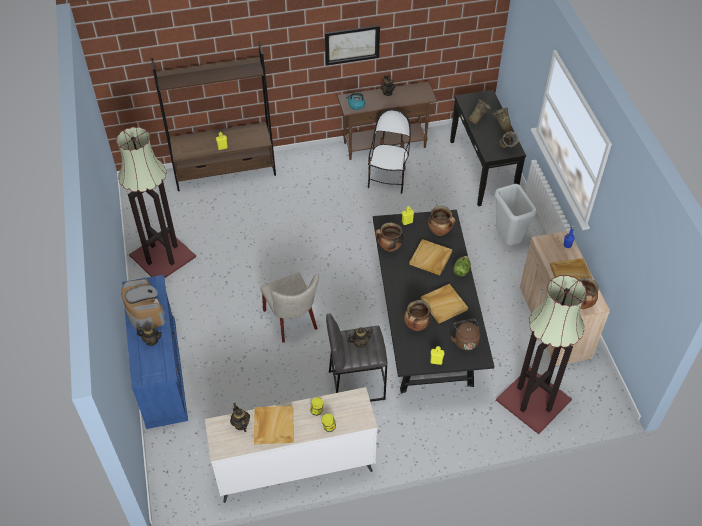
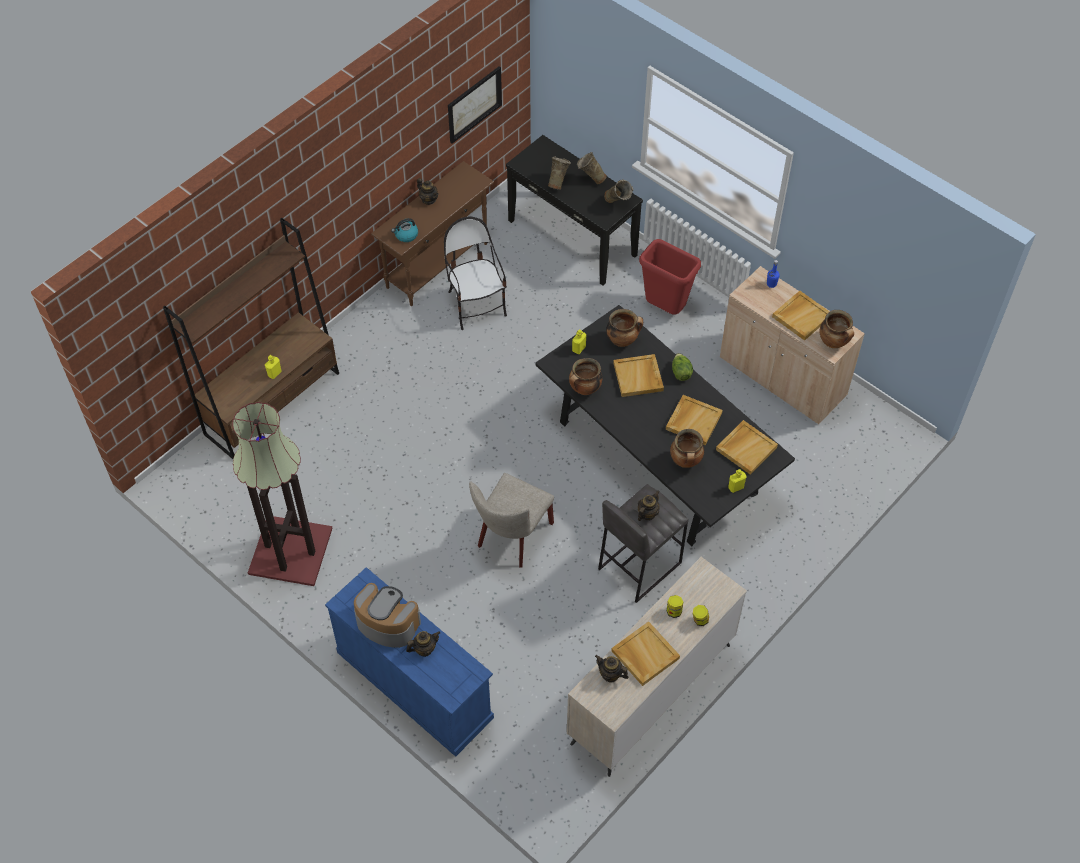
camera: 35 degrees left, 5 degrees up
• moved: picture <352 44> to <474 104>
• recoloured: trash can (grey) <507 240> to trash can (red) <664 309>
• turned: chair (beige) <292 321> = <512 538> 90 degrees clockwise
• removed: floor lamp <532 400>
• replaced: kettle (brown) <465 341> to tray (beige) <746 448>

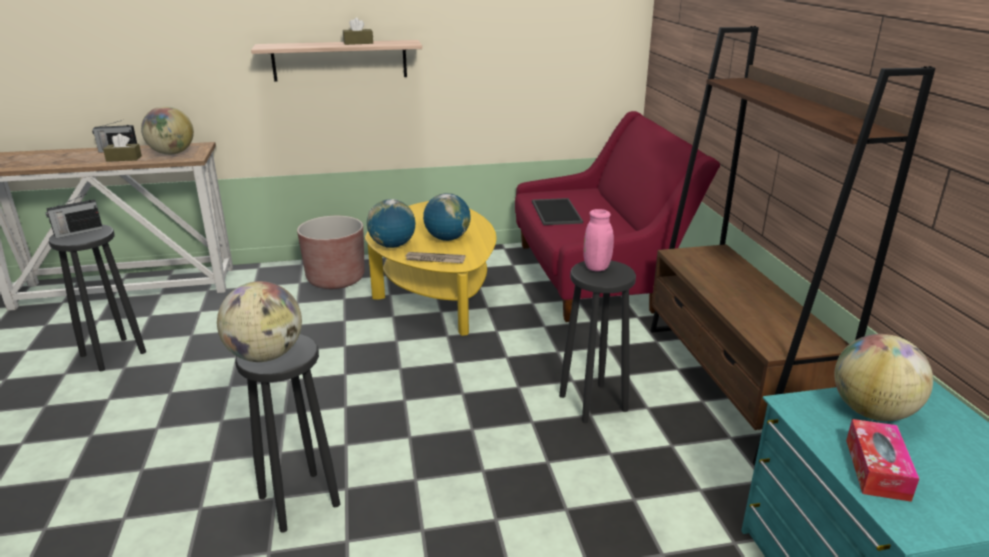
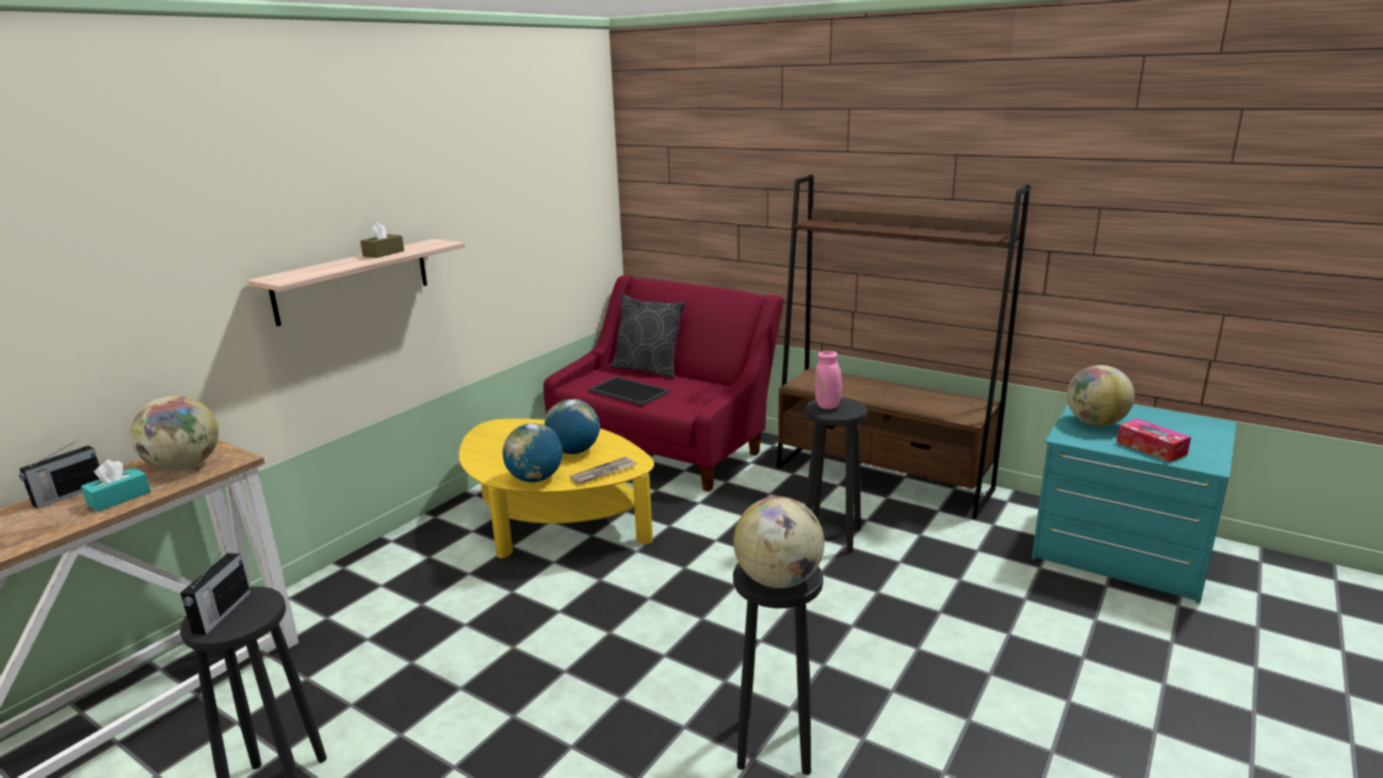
camera: 45 degrees left, 5 degrees down
• recoloured: tissue box (brown) <124 158> to tissue box (turquoise) <119 498>
• removed: planter (brown) <336 279>
• added: pillow (grey) <648 369>

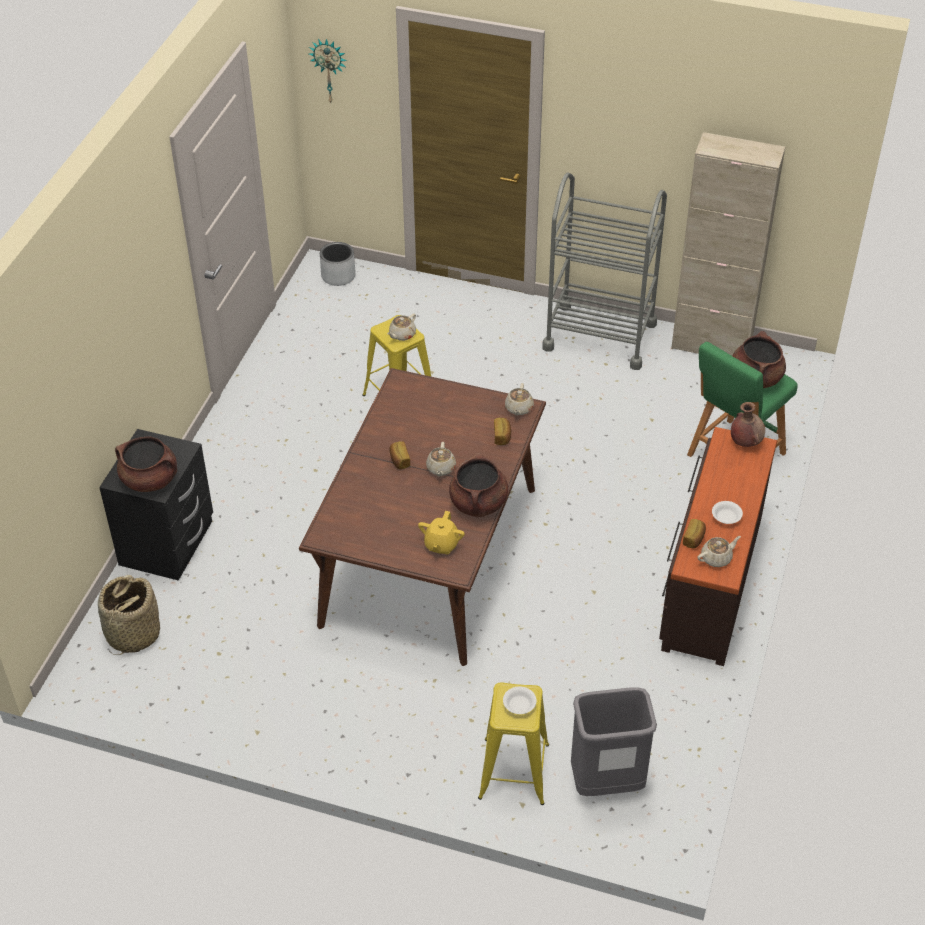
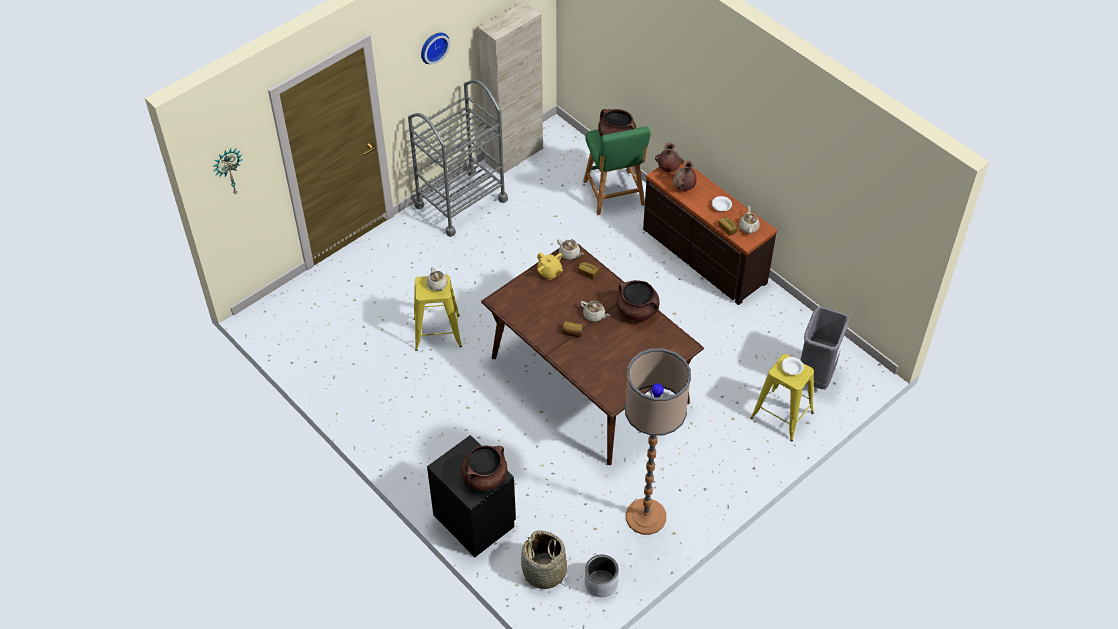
camera: 60 degrees left, 5 degrees up
• moved: planter (grey) <338 276> to <601 583>
• moved: teapot (yellow) <441 545> to <549 272>
• added: wall clock <433 46>
• added: vase (brown) <683 187>
• added: floor lamp <646 517>

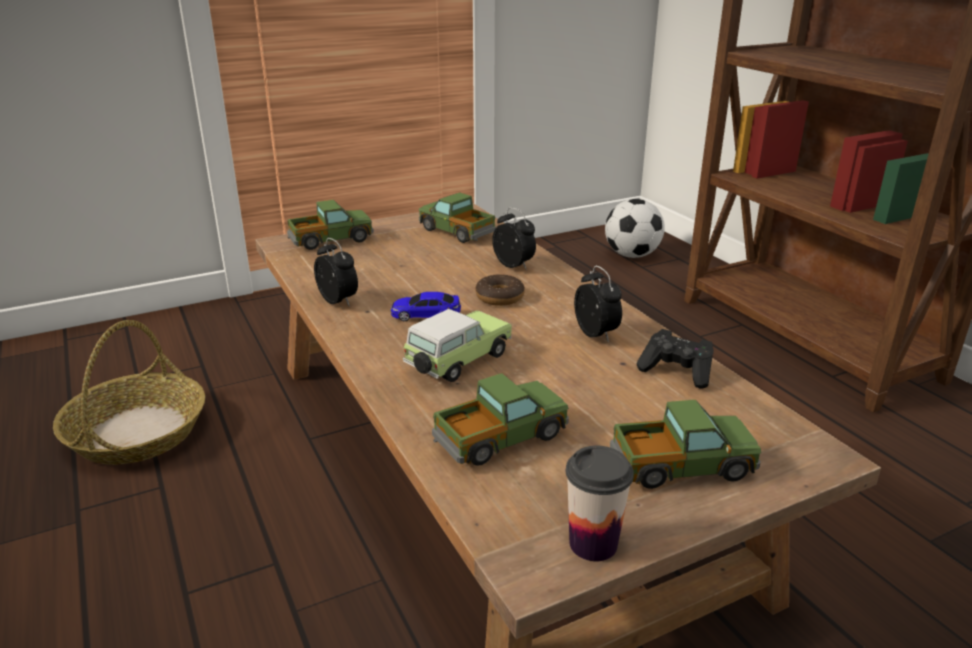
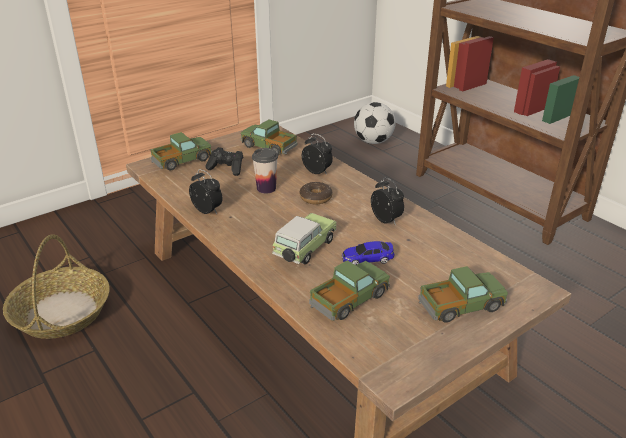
camera: 10 degrees left, 5 degrees up
• moved: toy car <426 315> to <367 259>
• moved: game controller (black) <677 372> to <227 169>
• moved: cup <593 544> to <266 188>

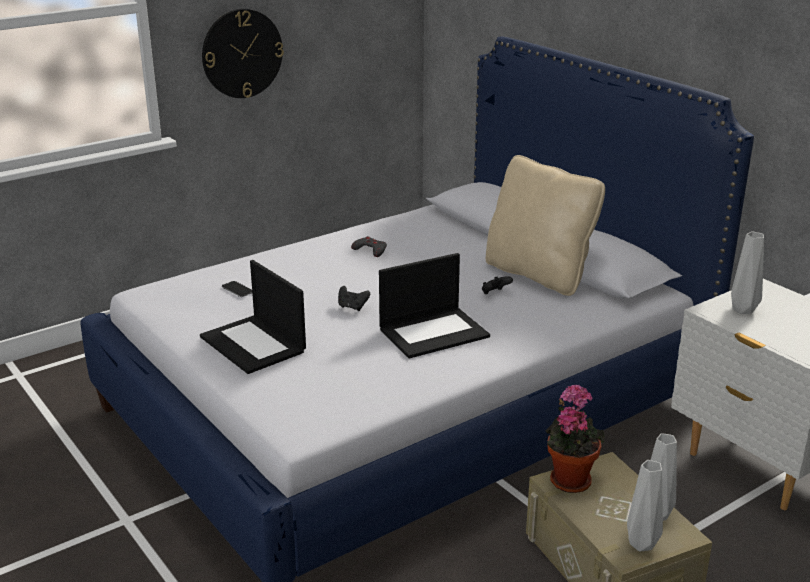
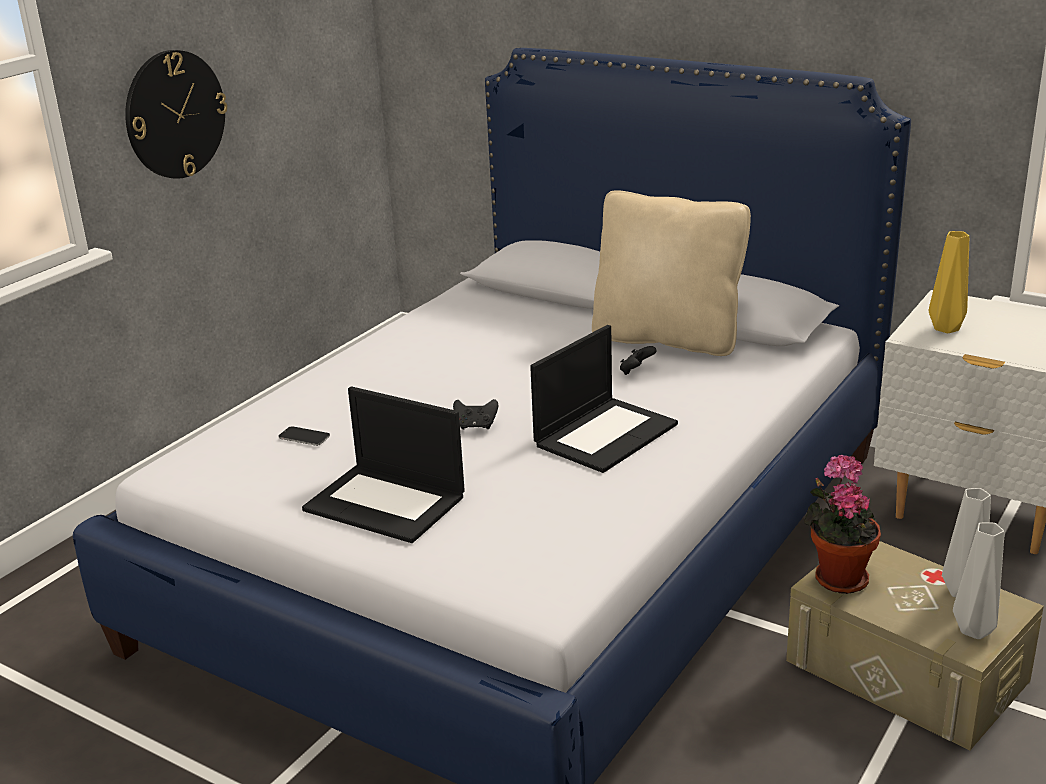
camera: 20 degrees left, 0 degrees up
• recoloured: vase (grey) <743 309> to vase (yellow) <946 328>
• removed: game controller (grey) <370 250>

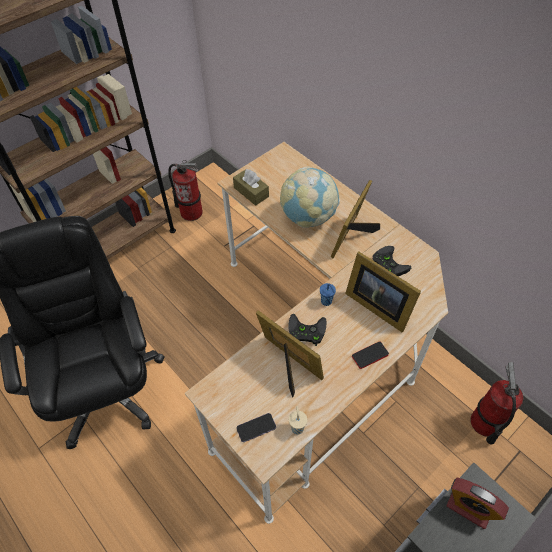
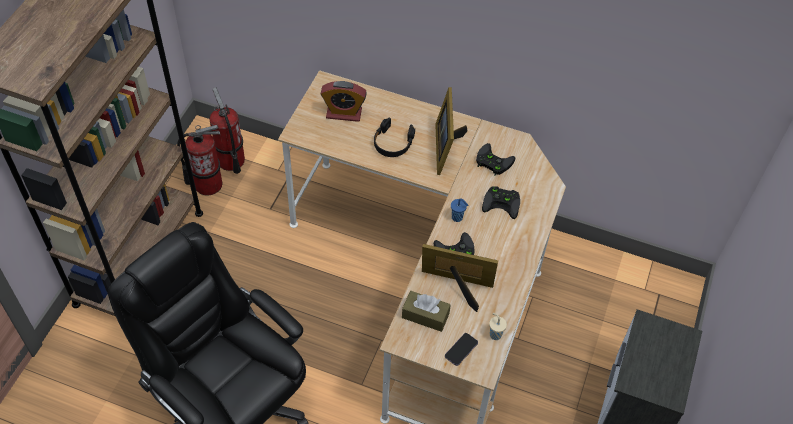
camera: 30 degrees left, 0 degrees up
• replaced: globe <308 217> to headphones (black) <392 143>
• moved: tissue box (brown) <251 192> to <425 315>
• replaced: picture frame <377 304> to game controller (black) <503 203>
• removed: phone <370 355>
• moved: fire extinguisher <484 423> to <230 161>
• moved: alarm clock <469 508> to <344 113>

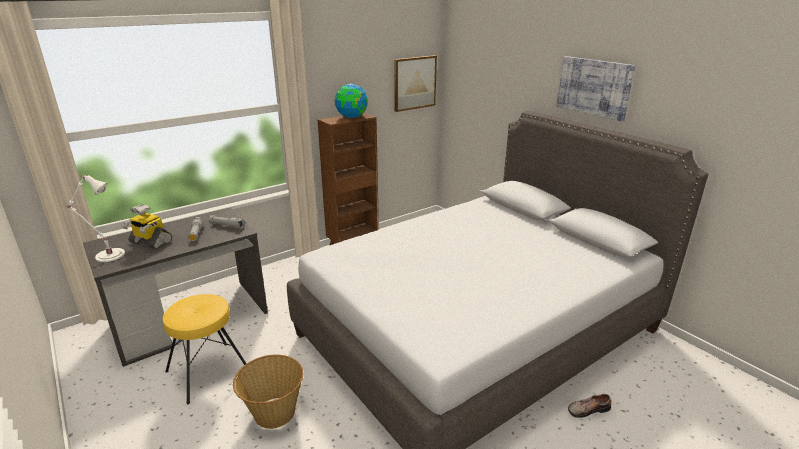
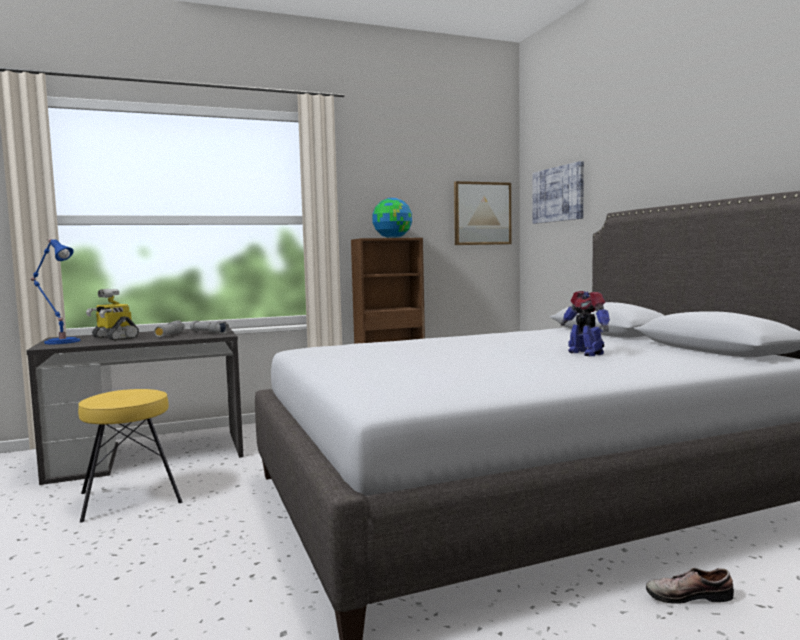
camera: 15 degrees right, 20 degrees down
• moved: picture <593 87> to <558 194>
• recoloured: table lamp (white) <108 255> to table lamp (blue) <60 342>
• removed: basket <273 413>
• added: toy robot <586 353>

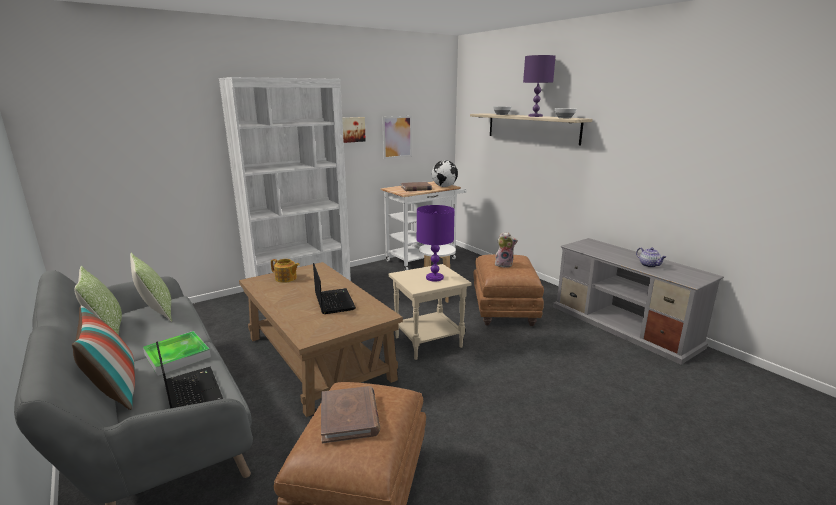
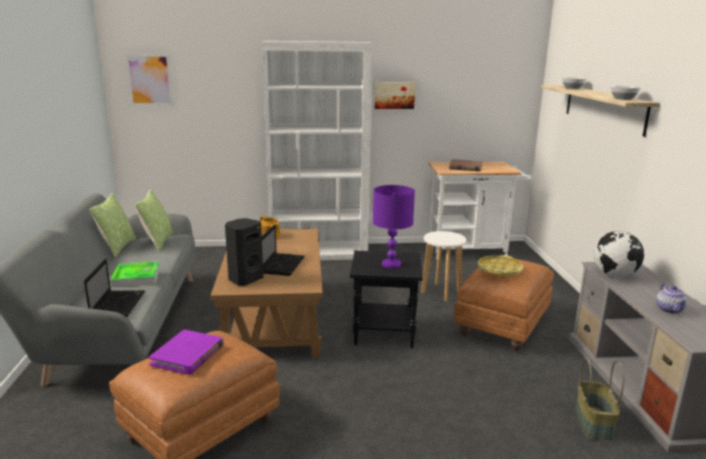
camera: 30 degrees right, 0 degrees up
• removed: table lamp (purple) <535 116>
• moved: picture <397 137> to <150 80>
• moved: globe <444 186> to <614 275>
• replaced: plush toy <504 264> to tray (yellow) <499 270>
• recoloured: side table (beige) <428 341> to side table (black) <385 333>
• removed: pillow <115 391>
• recoloured: book (brown) <349 416> to book (purple) <188 355>
• added: speaker (black) <245 279>
• added: basket <594 423>

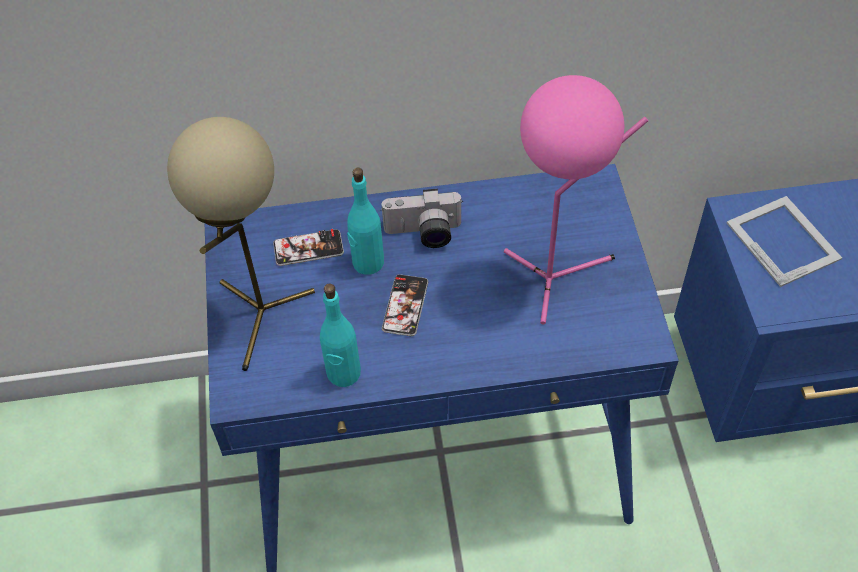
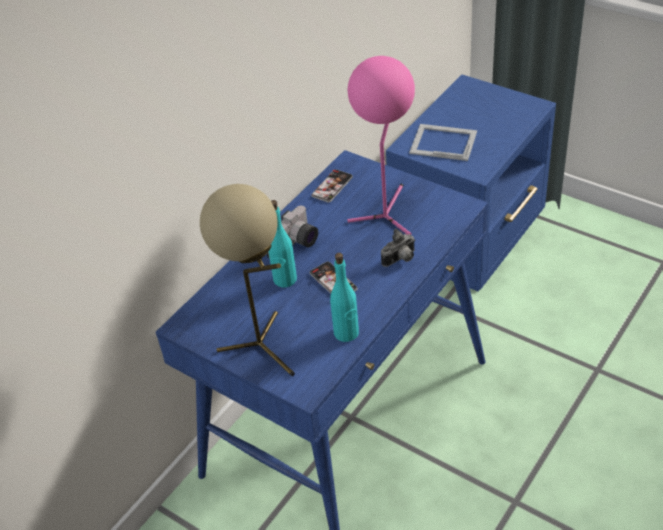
camera: 45 degrees left, 10 degrees down
• moved: phone <308 248> to <332 186>
• added: photo camera <400 260>

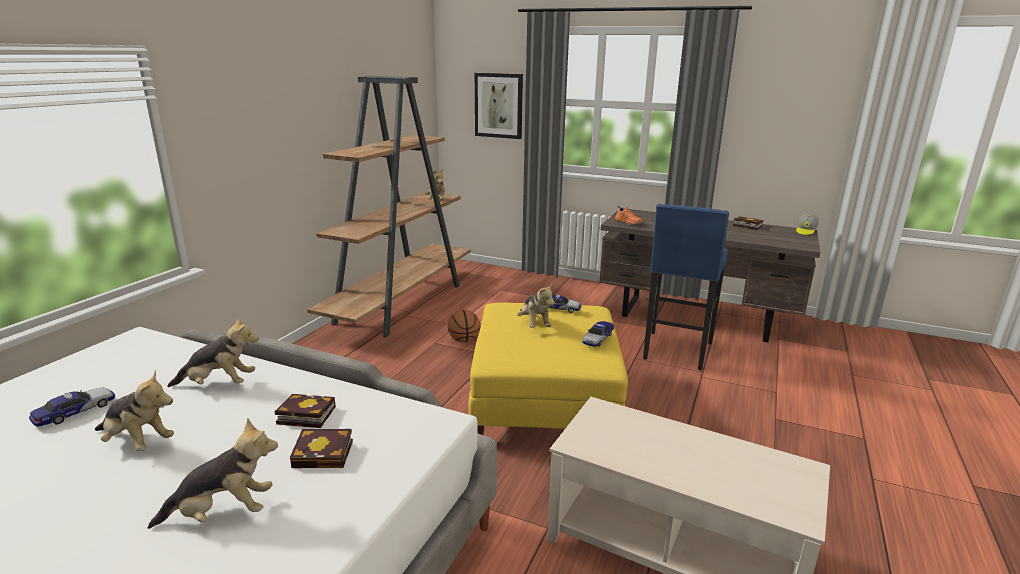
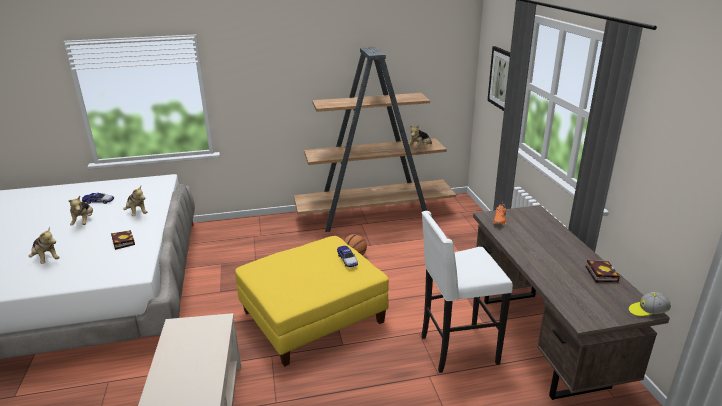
camera: 55 degrees right, 5 degrees up
• recoloured: stool (blue) <676 351> to stool (white) <456 349>
• removed: plush toy <534 324>
• removed: toy car <598 338>
• removed: book <326 453>

